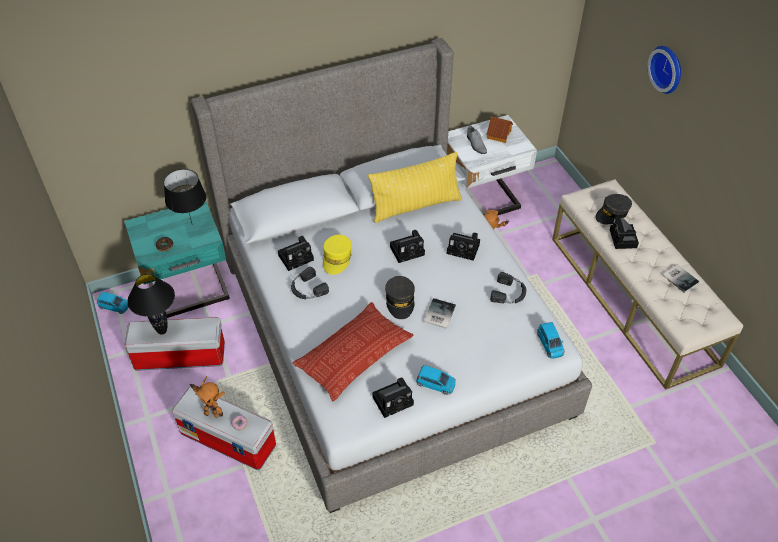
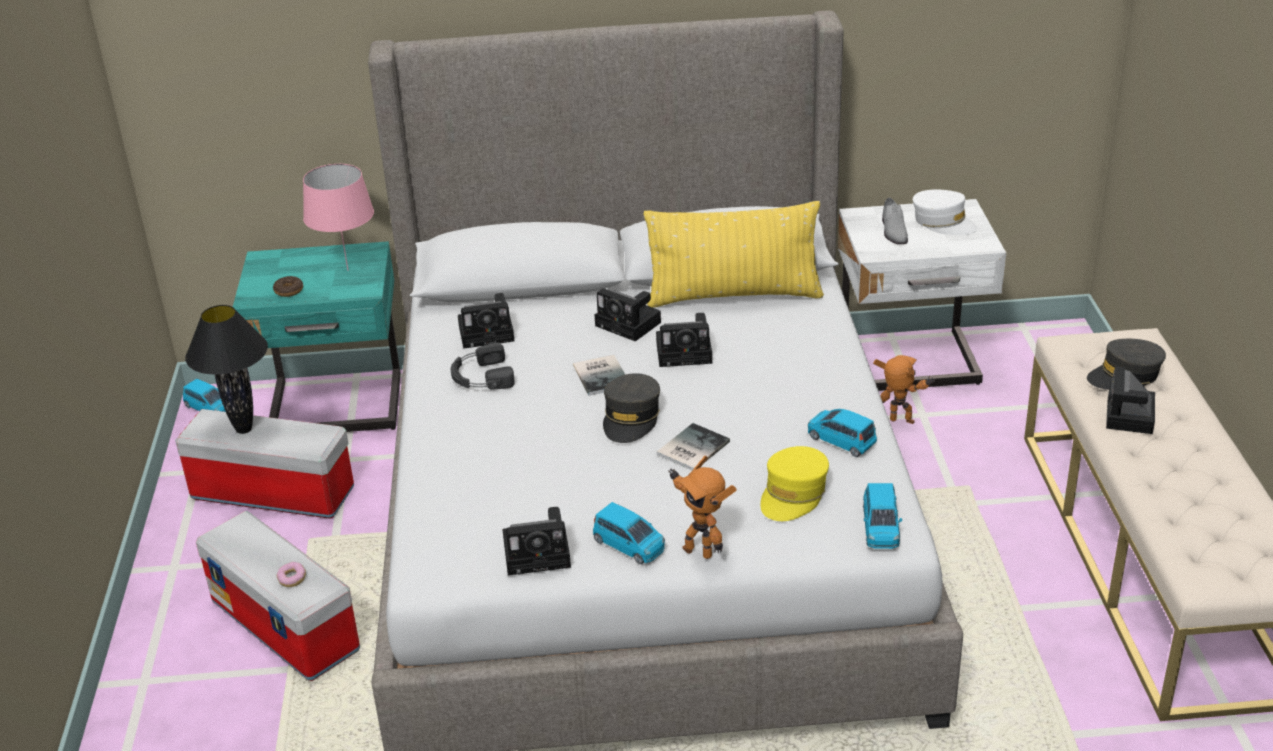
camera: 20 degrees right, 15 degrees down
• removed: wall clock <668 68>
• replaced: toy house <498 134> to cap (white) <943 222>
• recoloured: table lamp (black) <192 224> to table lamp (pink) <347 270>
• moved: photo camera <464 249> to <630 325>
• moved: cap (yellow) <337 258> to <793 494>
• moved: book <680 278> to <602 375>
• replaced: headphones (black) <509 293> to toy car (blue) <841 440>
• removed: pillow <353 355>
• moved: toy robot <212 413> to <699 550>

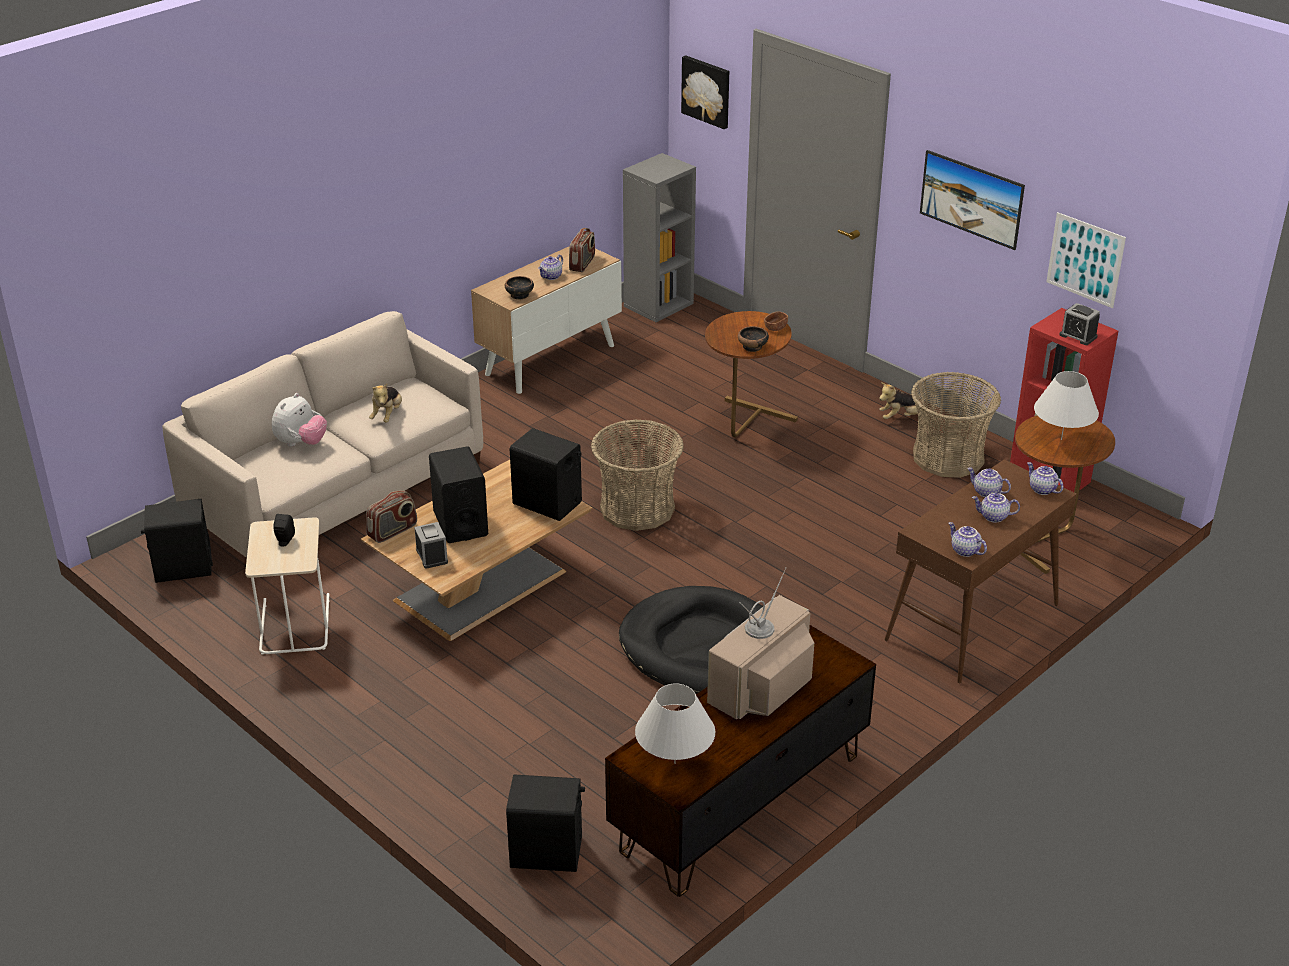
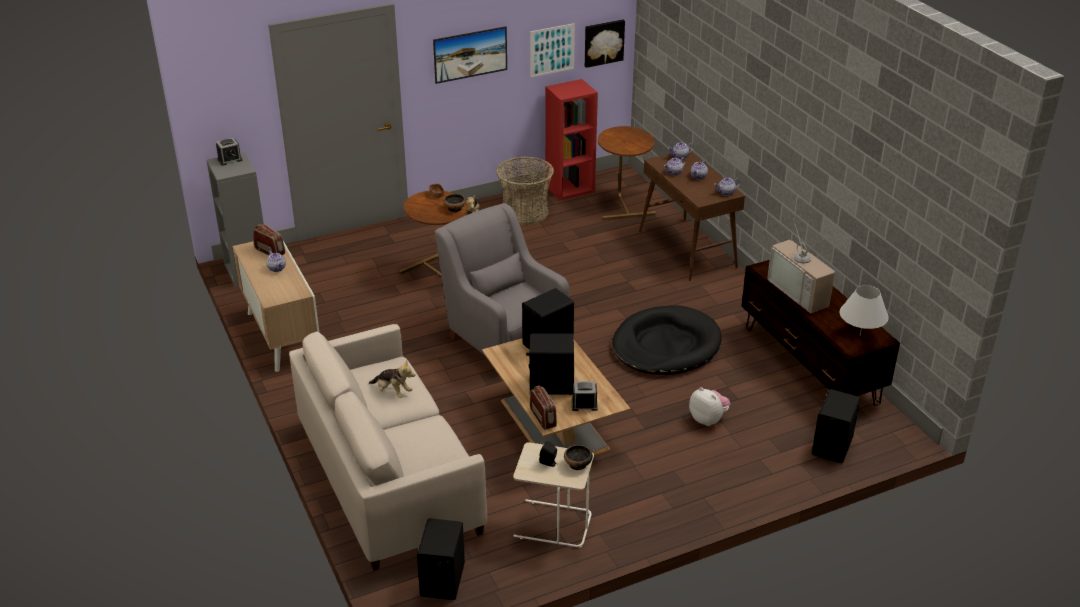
camera: 70 degrees left, 0 degrees up
• moved: picture <707 91> to <603 42>
• moved: bowl <519 295> to <578 464>
• moved: alarm clock <1078 336> to <230 160>
• removed: table lamp (white) <1061 439>
• moved: plush toy <301 443> to <708 419>
• replaced: basket <637 508> to armchair (grey) <504 338>

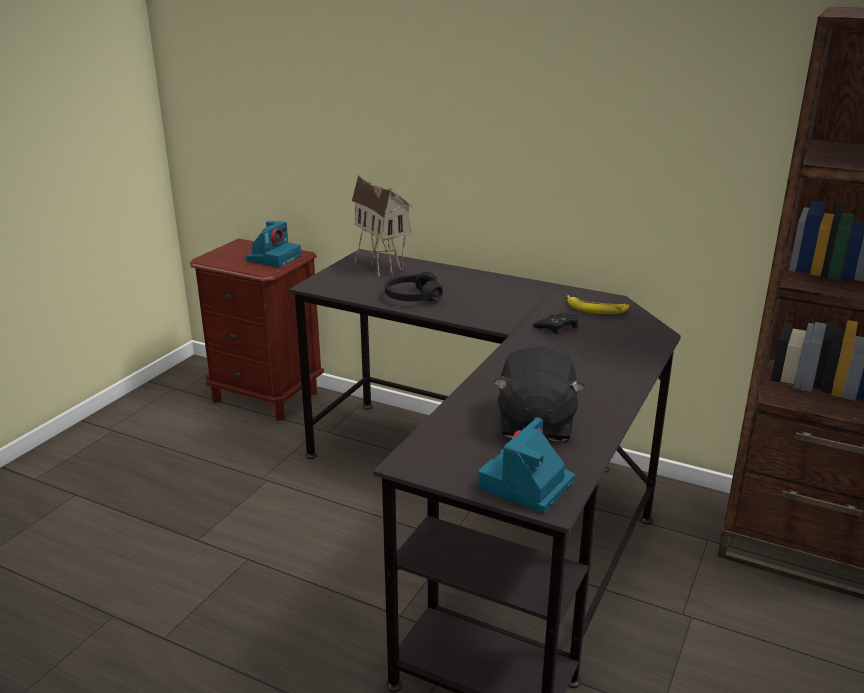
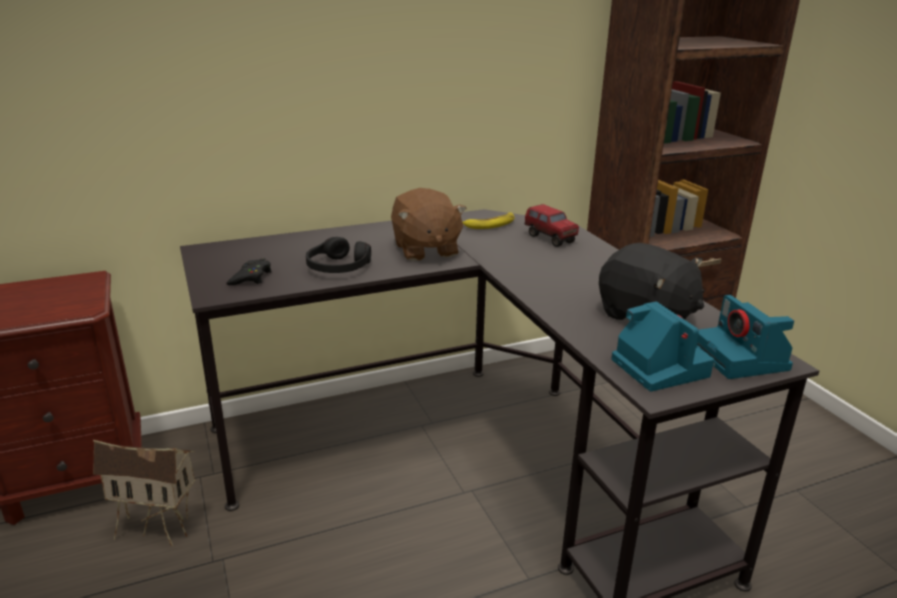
camera: 50 degrees left, 0 degrees up
• moved: toy house <382 267> to <158 528>
• moved: photo camera <274 258> to <657 367>
• moved: game controller (black) <557 327> to <251 277>
• added: plush toy (brown) <425 250>
• added: toy truck <550 238>

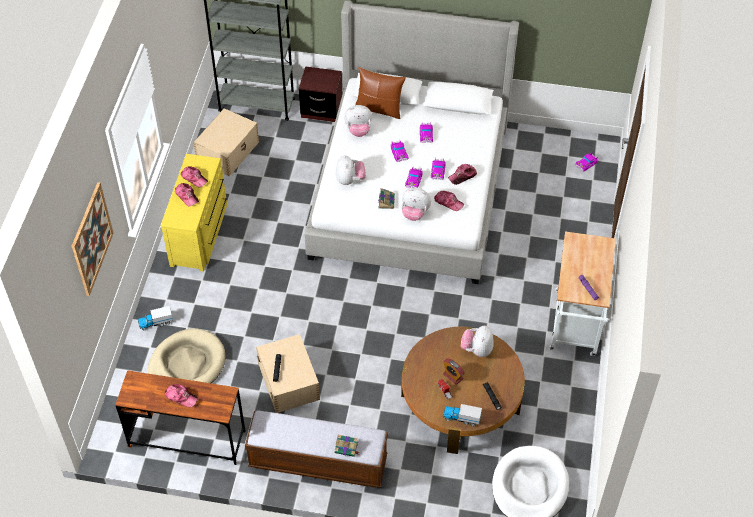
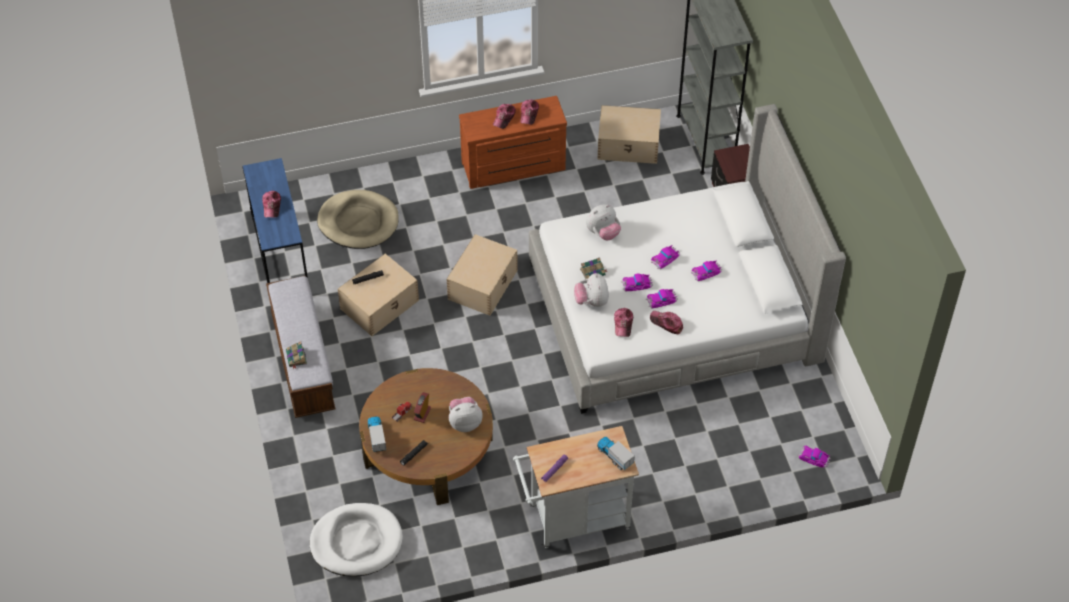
camera: 65 degrees right, 0 degrees up
• removed: pillow (brown) <379 109>
• removed: plush toy <358 130>
• recoloured: dresser (yellow) <201 233> to dresser (brown) <514 167>
• removed: picture <91 239>
• moved: toy truck <156 323> to <614 456>
• recoloured: desk (brown) <187 439> to desk (blue) <280 255>
• added: storage box (beige) <483 284>

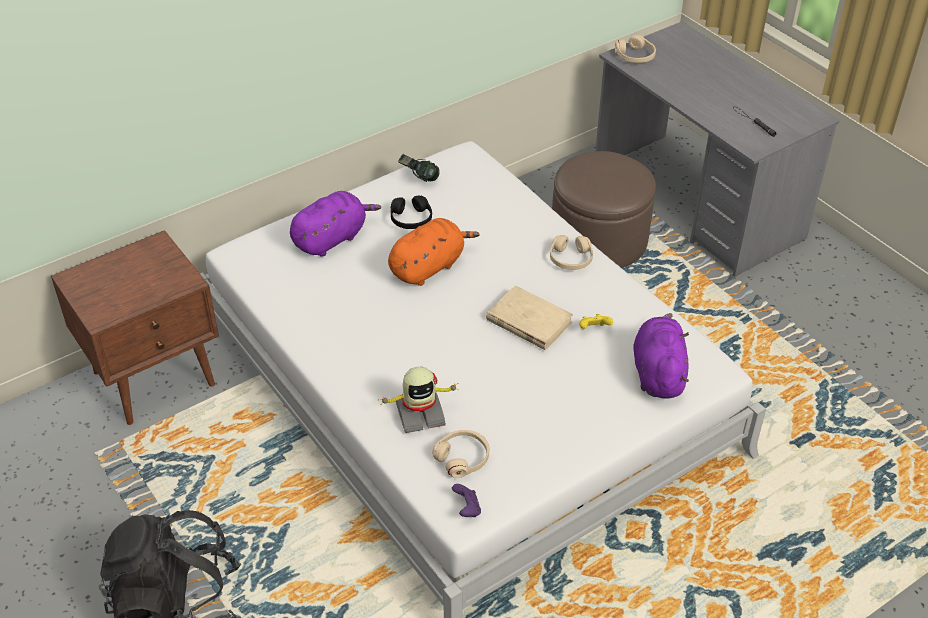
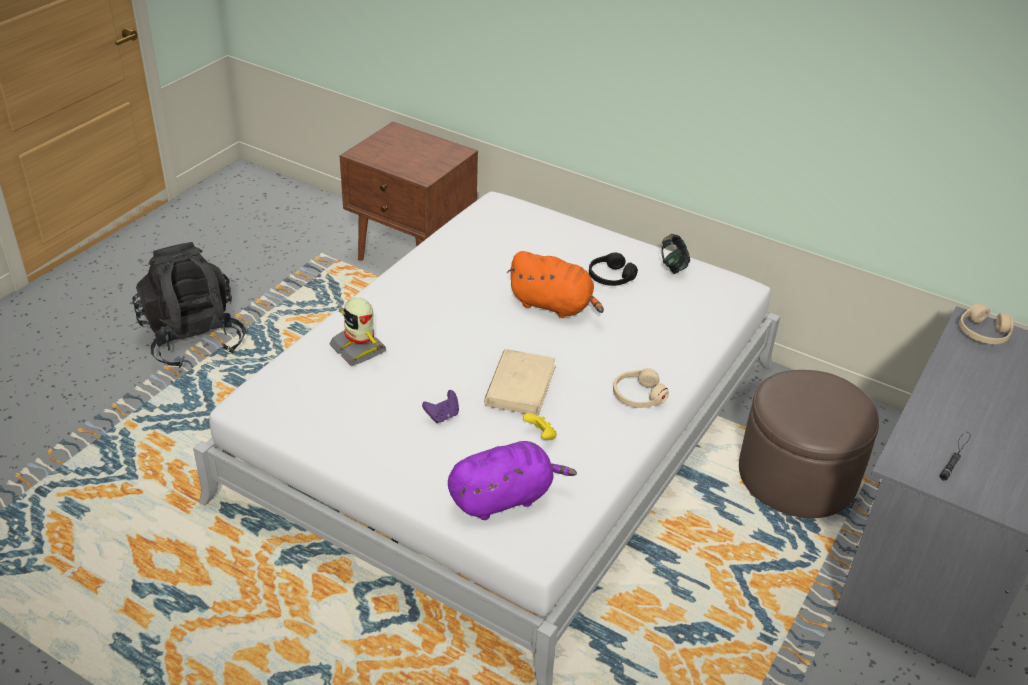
camera: 65 degrees right, 5 degrees down
• removed: plush toy (purple) <332 239>
• removed: headphones (beige) <462 458>
• moved: game controller (purple) <467 509> to <442 416>

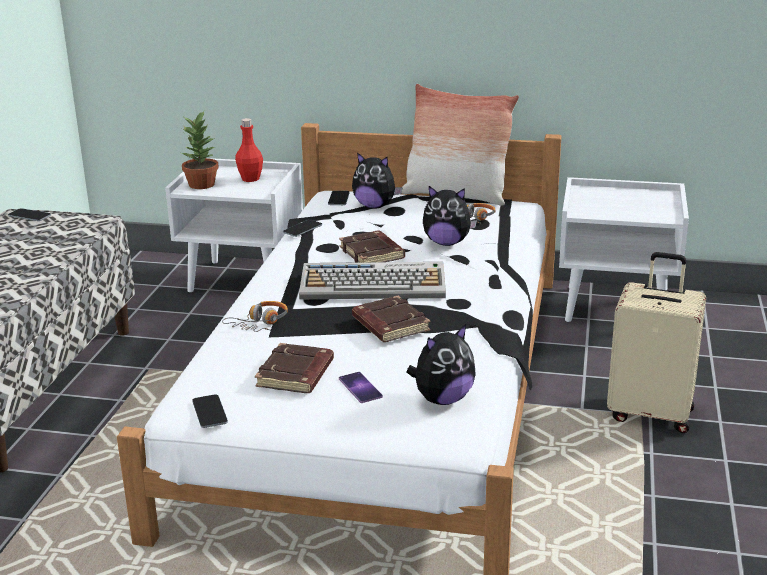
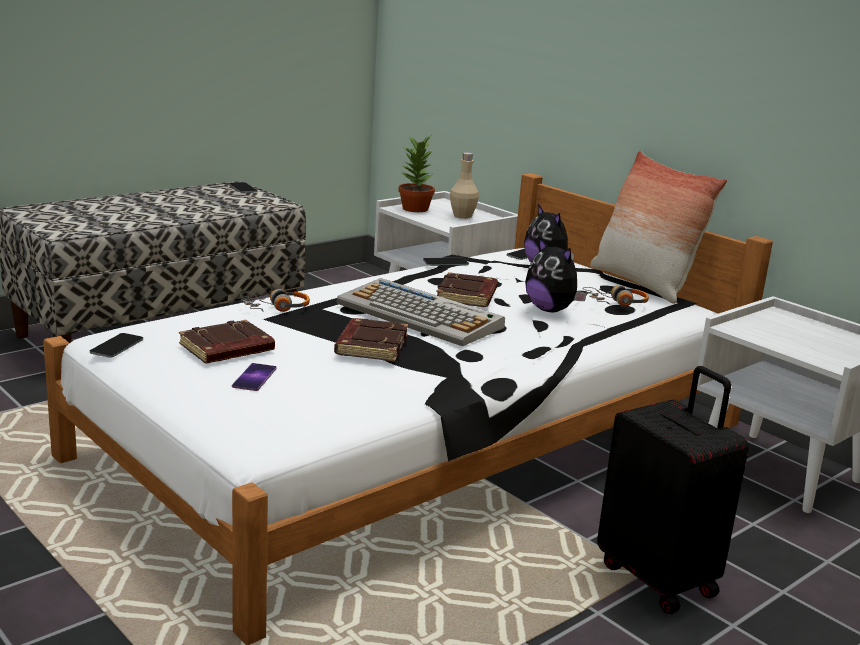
camera: 35 degrees right, 5 degrees down
• recoloured: bottle (red) <250 179> to bottle (beige) <462 216>
• recoloured: suitcase (beige) <651 413> to suitcase (black) <659 578>
• removed: plush toy <442 399>

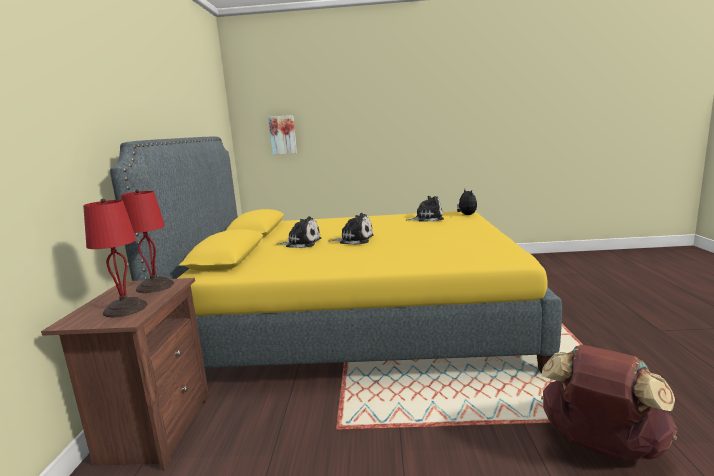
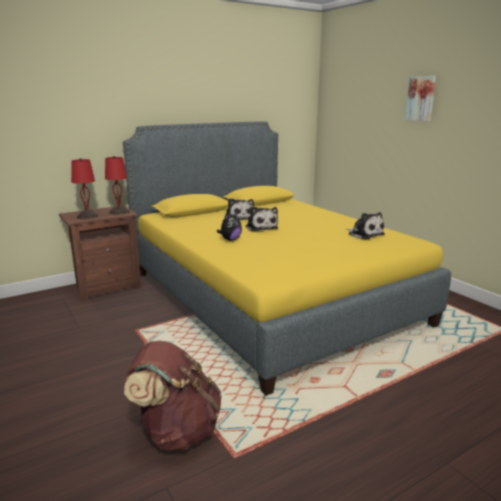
camera: 55 degrees right, 5 degrees up
• moved: picture <283 135> to <421 98>
• moved: plush toy <466 215> to <230 240>

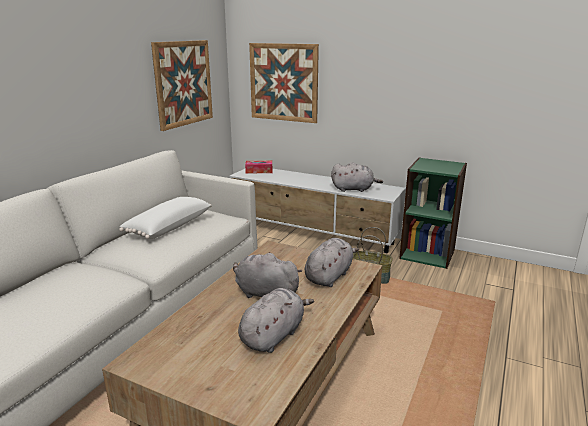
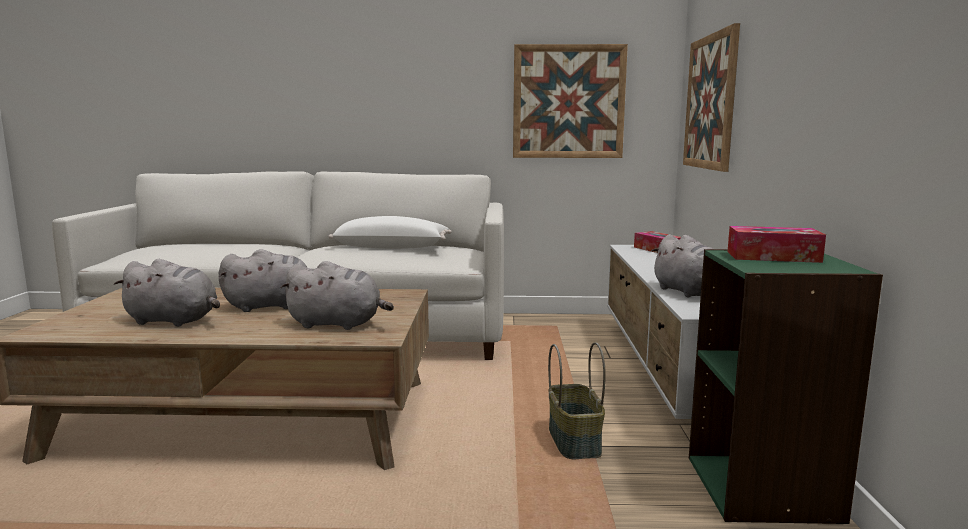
camera: 65 degrees right, 10 degrees down
• turned: plush toy (grey) <264 294> = <273 306> 75 degrees clockwise
• added: tissue box <773 257>

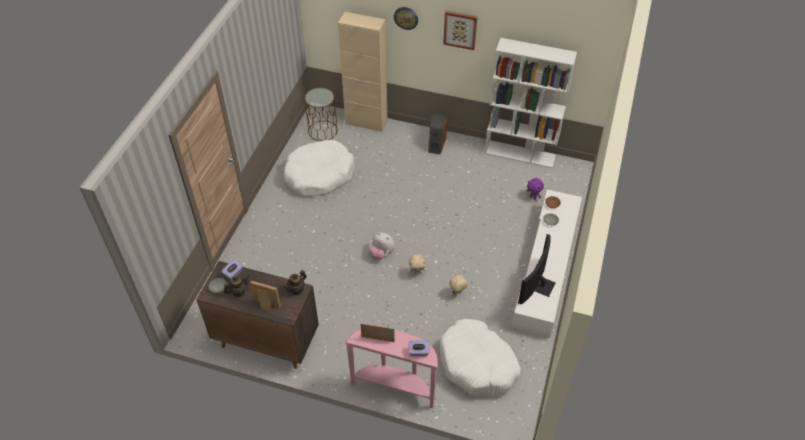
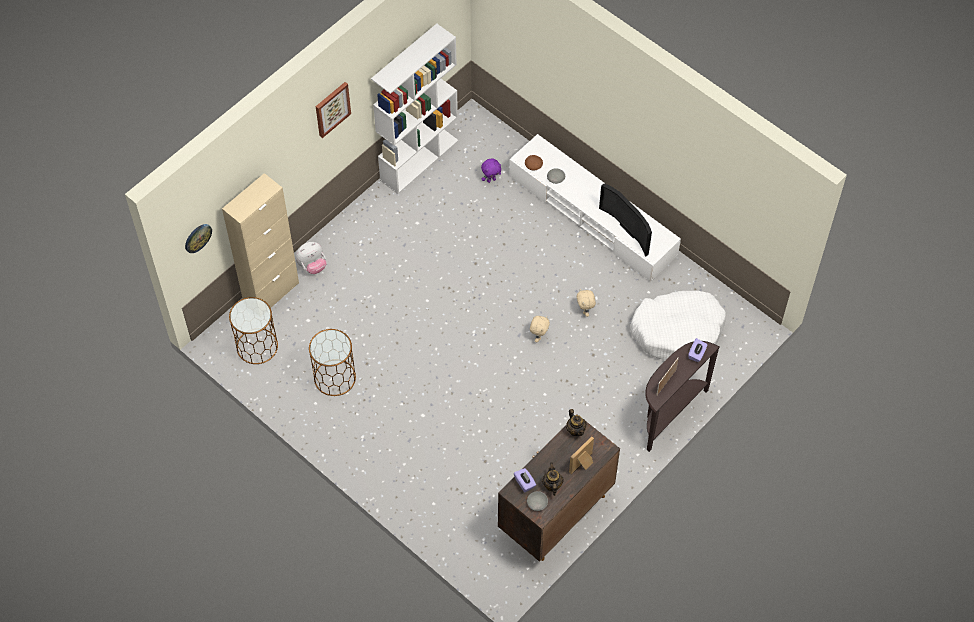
camera: 65 degrees left, 10 degrees up
• moved: wall clock <406 18> to <197 238>
• removed: speaker <436 145>
• replaced: dog bed (white) <319 175> to side table (brown) <334 377>
• moved: plush toy <381 254> to <312 265>
• recoloured: console table (pink) <395 387> to console table (brown) <669 413>

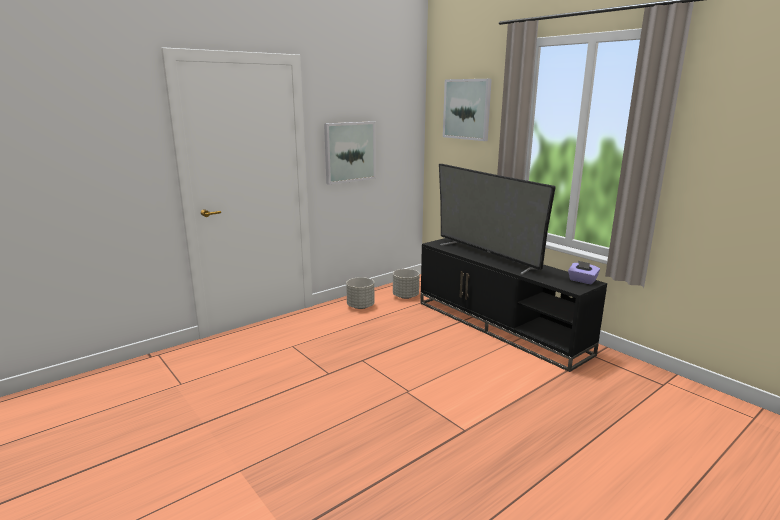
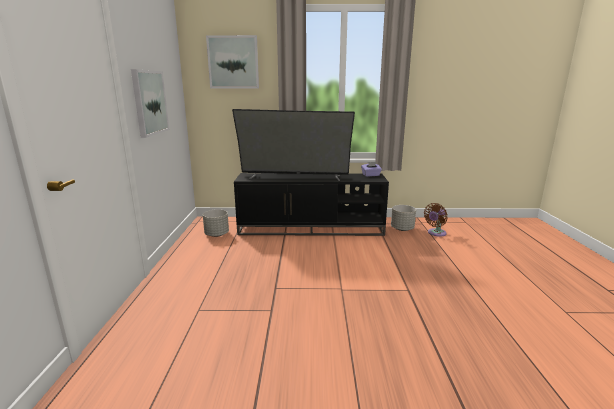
camera: 50 degrees left, 0 degrees up
• moved: planter (grey) <360 306> to <402 229>
• added: fan (brown) <435 233>

